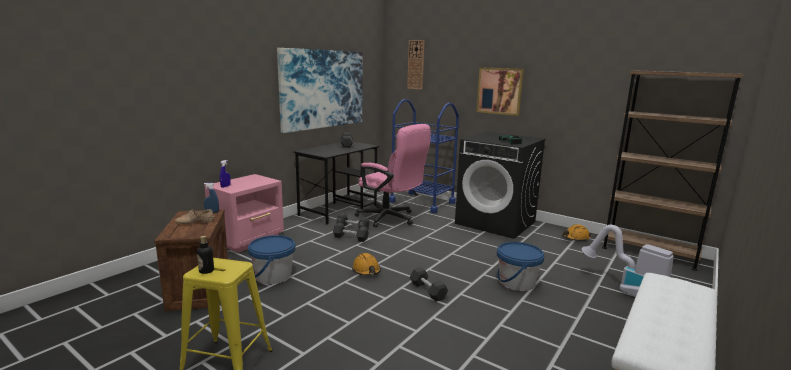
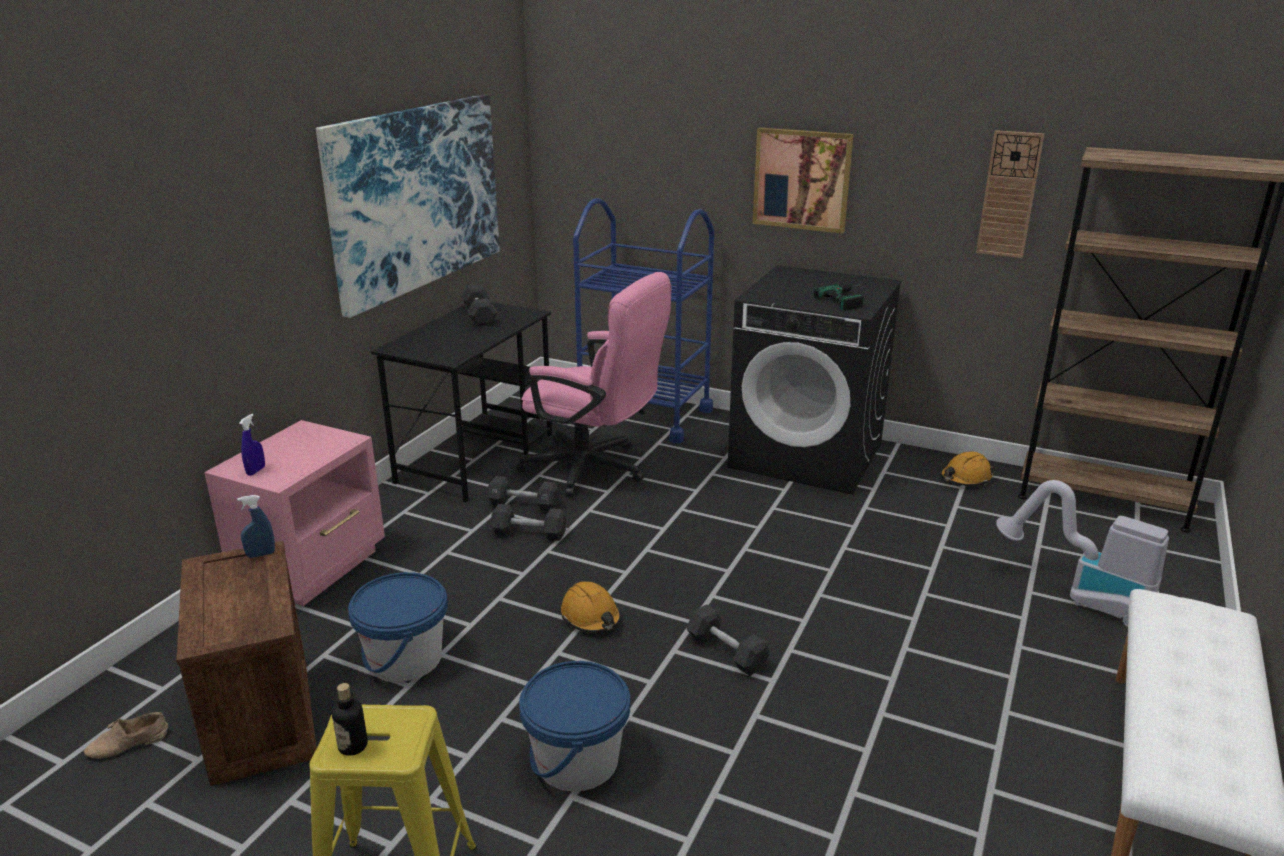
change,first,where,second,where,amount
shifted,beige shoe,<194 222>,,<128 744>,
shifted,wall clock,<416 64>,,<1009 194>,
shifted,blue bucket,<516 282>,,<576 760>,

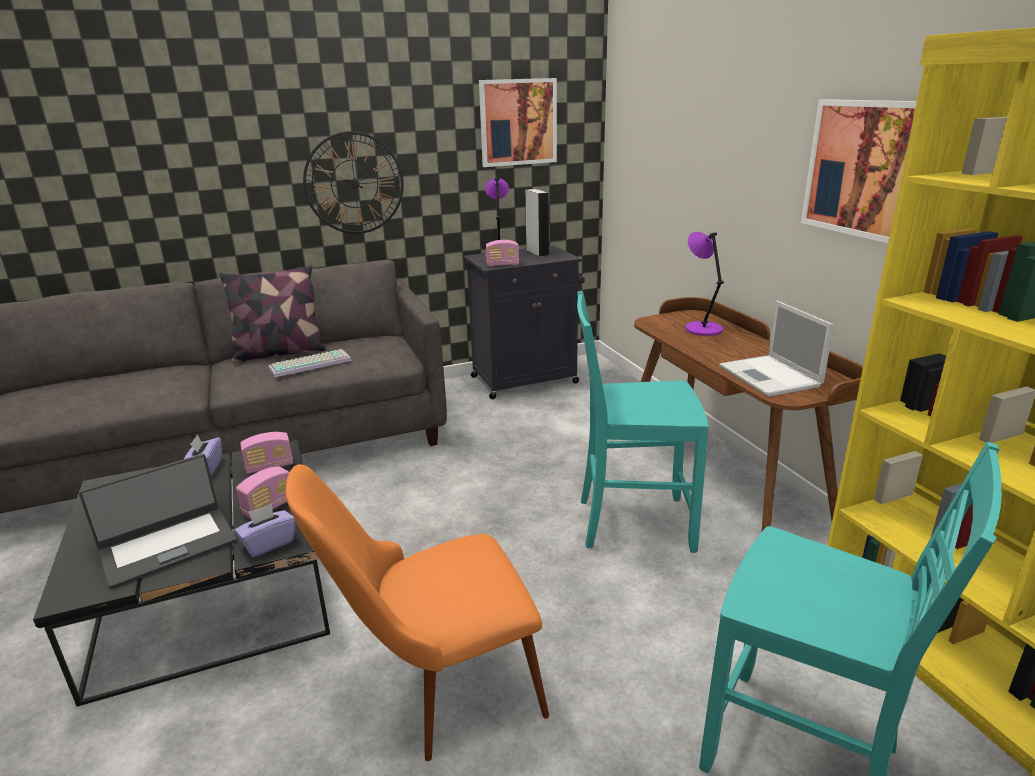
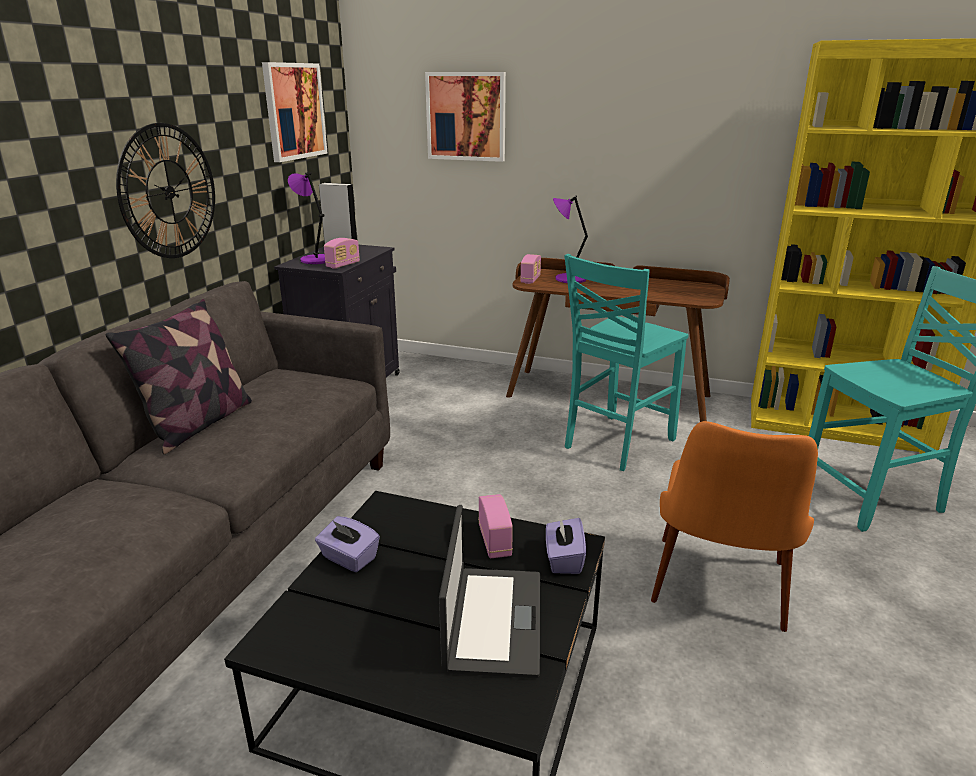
change,first,where,second,where,amount
gone,keyboard,<311 363>,,,
gone,laptop,<770 377>,,,
shifted,radio,<269 466>,,<530 280>,
shifted,picture,<863 168>,,<466 116>,

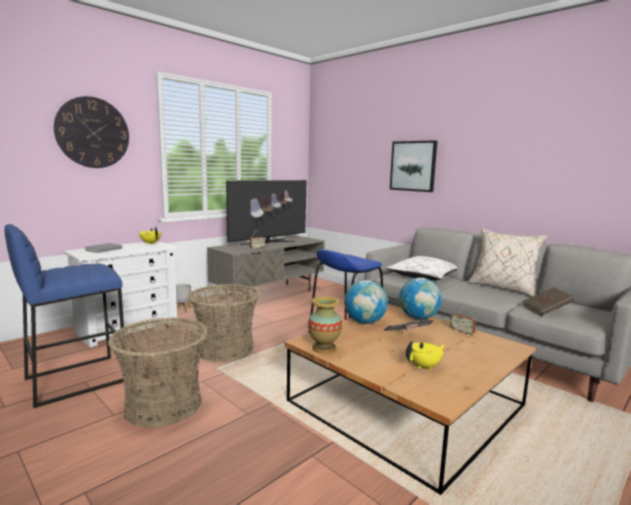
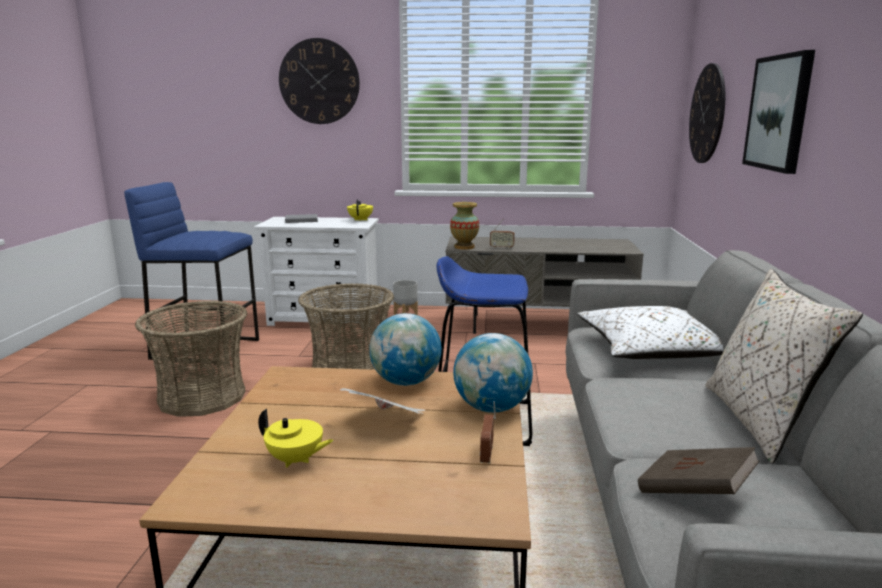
change,first,where,second,where,amount
gone,television,<268 243>,,,
new,,,wall clock,<707 114>,
shifted,vase,<324 348>,,<464 247>,

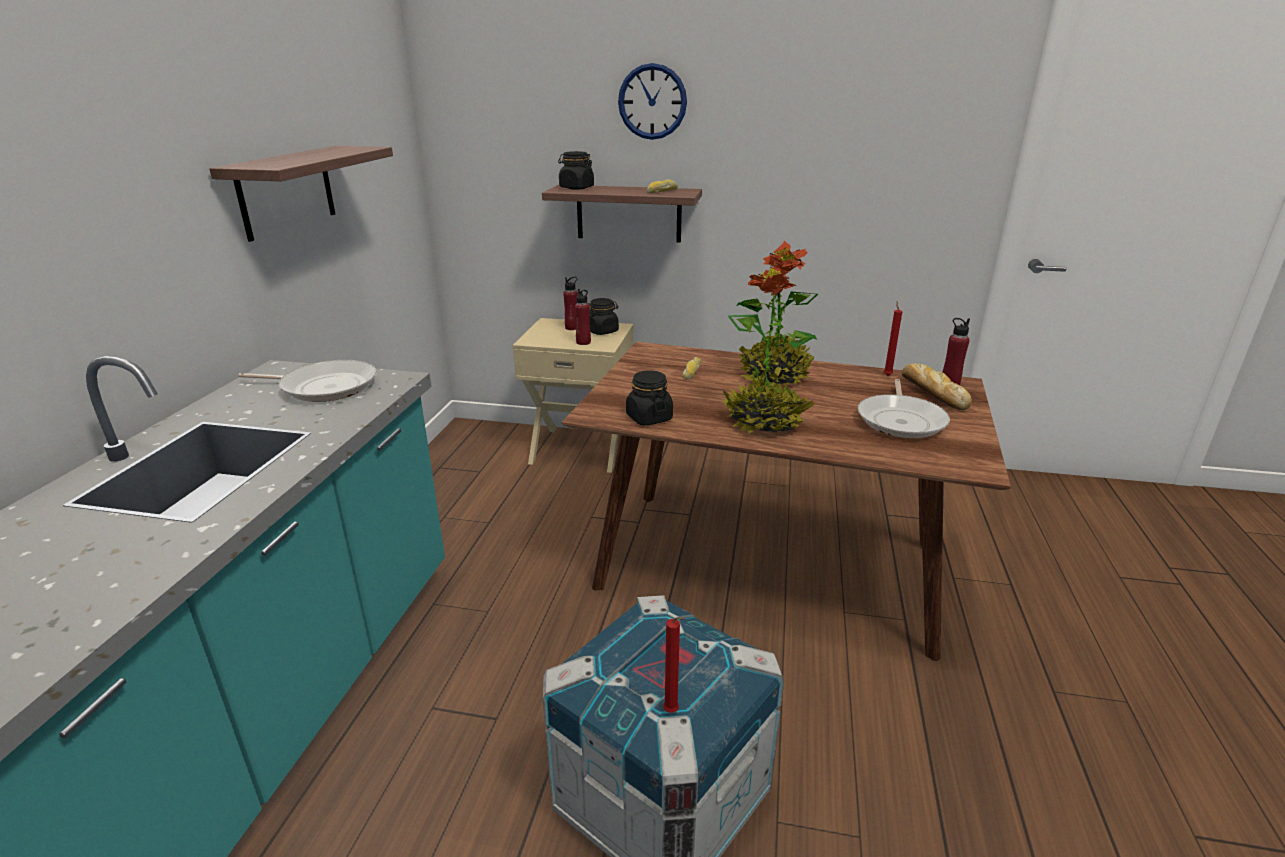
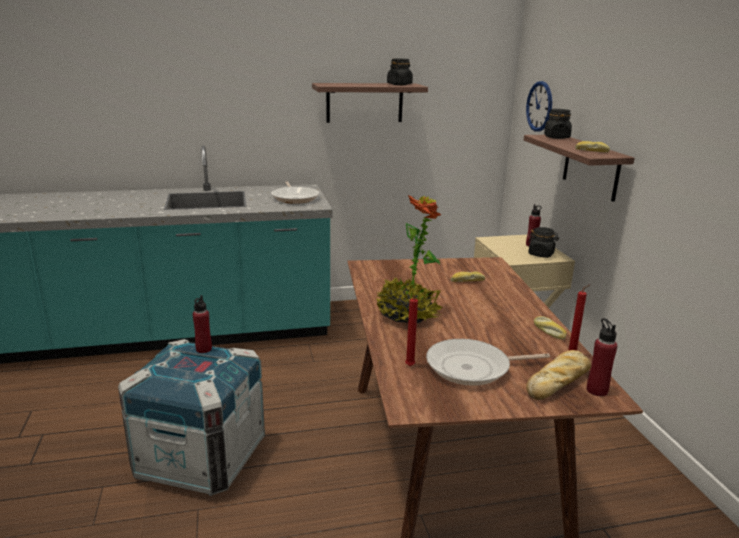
change,first,where,second,where,amount
gone,potted plant,<773 377>,,,
new,,,bread,<548 331>,
shifted,red bottle,<583 342>,,<203 349>,
shifted,wall clock,<652 102>,,<539 106>,
shifted,black jar,<649 418>,,<399 84>,
shifted,red candle,<672 713>,,<409 367>,

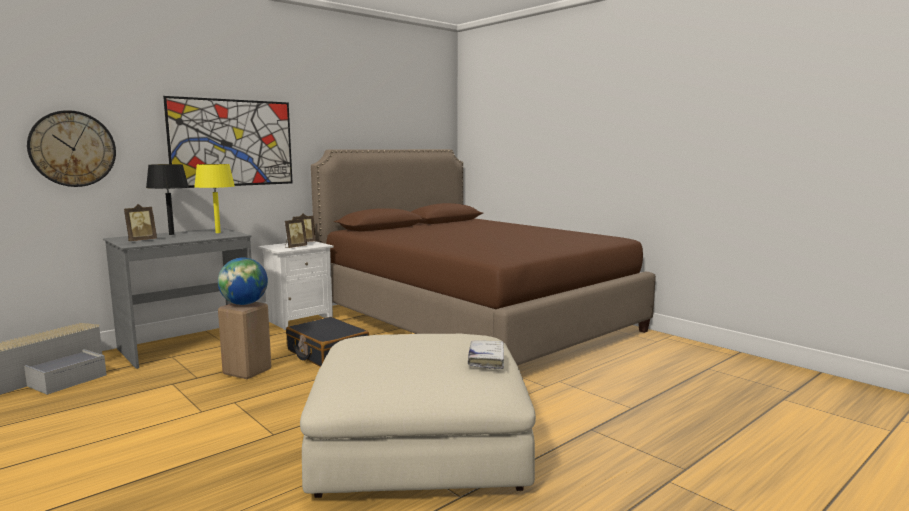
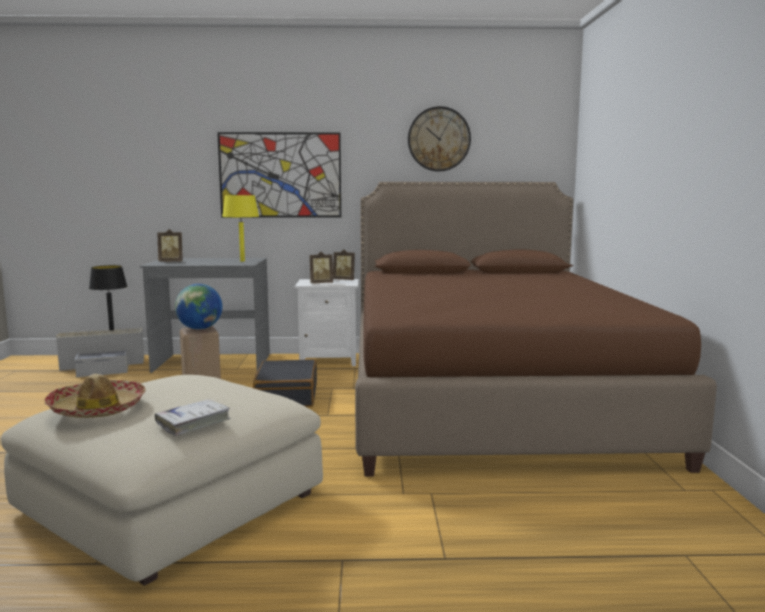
change,first,where,second,where,amount
new,,,hat,<97 409>,
shifted,wall clock,<72 149>,,<439 139>,
shifted,black table lamp,<171 234>,,<111 330>,

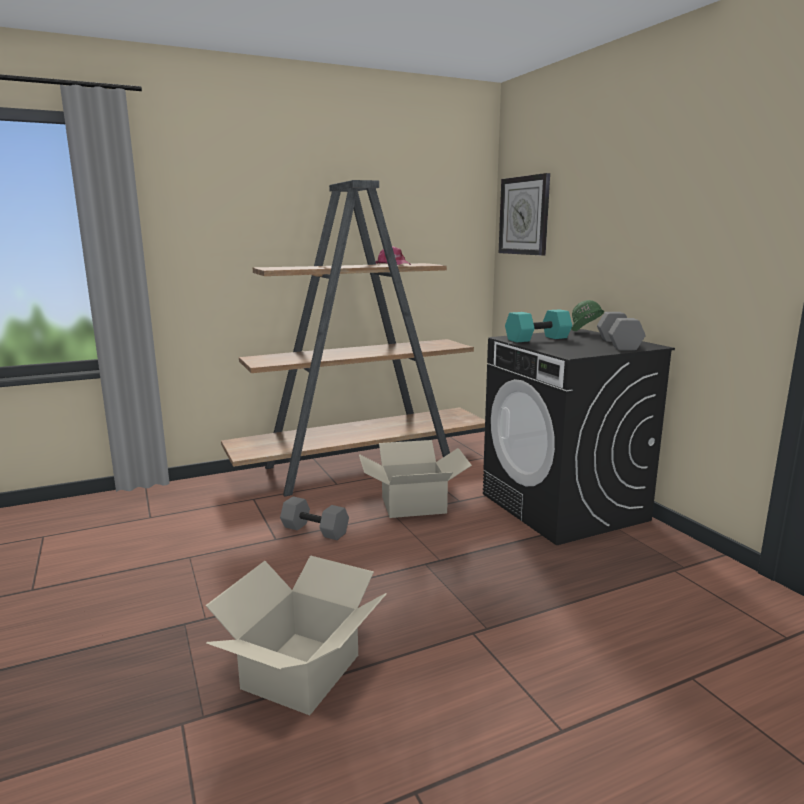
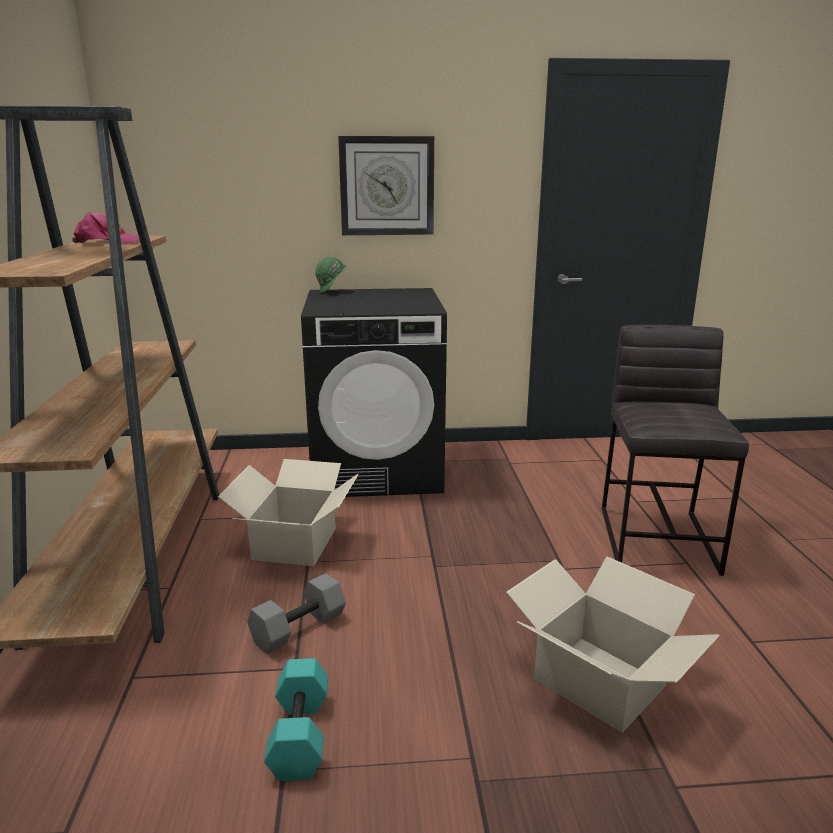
change,first,where,second,where,amount
gone,grey dumbbell,<619 344>,,,
new,,,grey stool,<658 539>,
shifted,wall clock,<524 215>,,<387 186>,
shifted,turquoise dumbbell,<537 339>,,<301 736>,

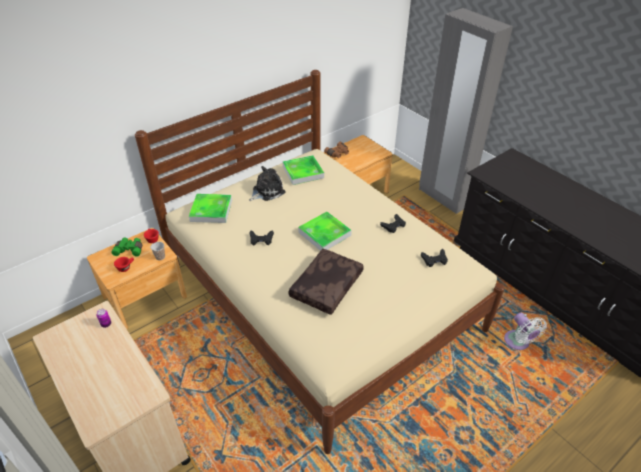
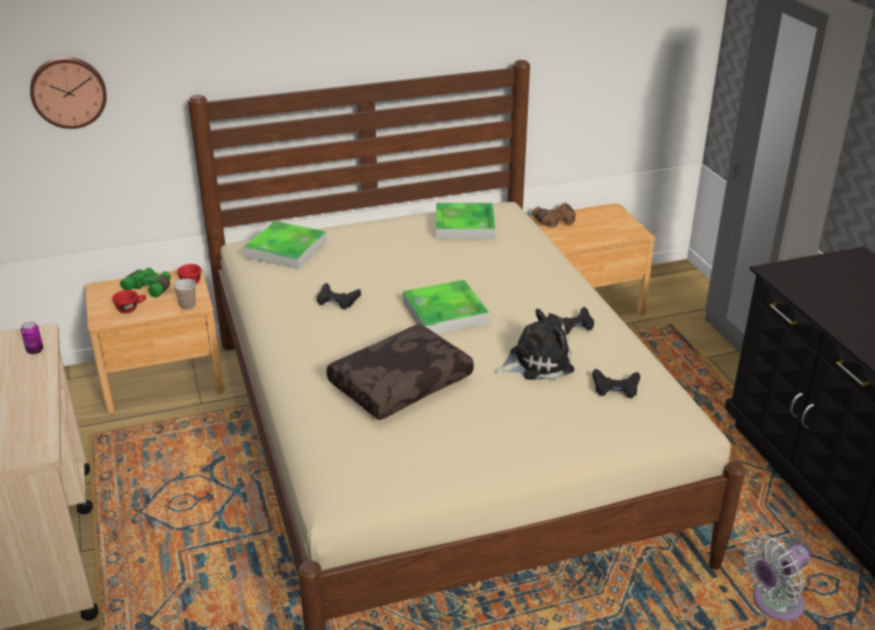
change,first,where,second,where,amount
new,,,wall clock,<68 91>,
shifted,plush toy,<267 191>,,<536 362>,
rotated,white fan,<518 343>,,<773 605>,60 degrees clockwise

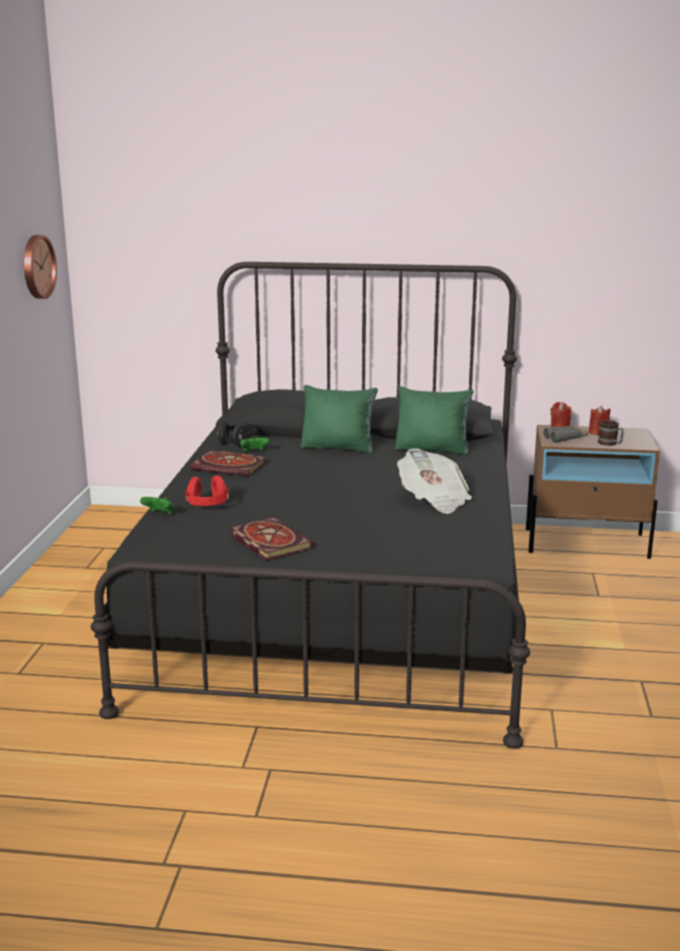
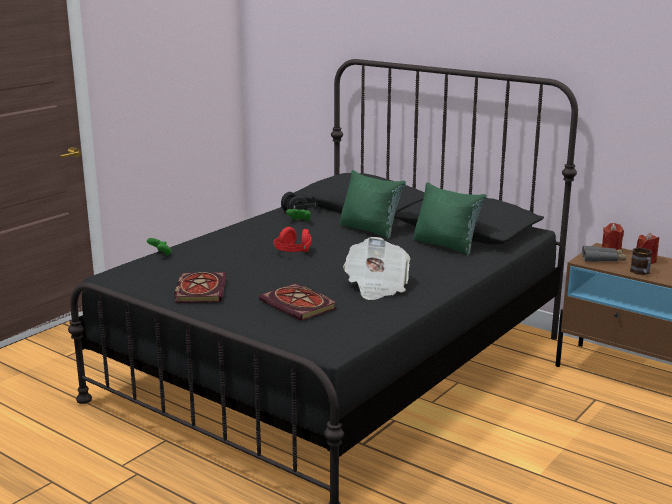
change,first,where,second,where,amount
gone,wall clock,<36 267>,,,
shifted,red headphones,<207 506>,,<293 253>,
shifted,book,<231 466>,,<300 305>,

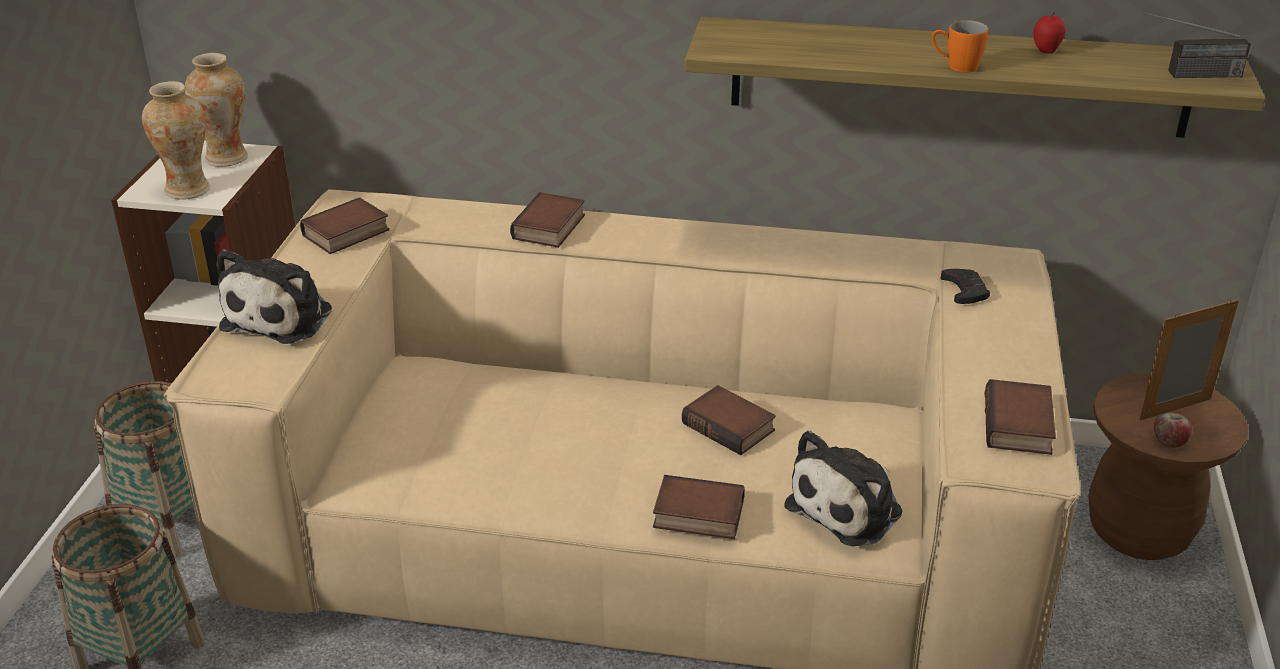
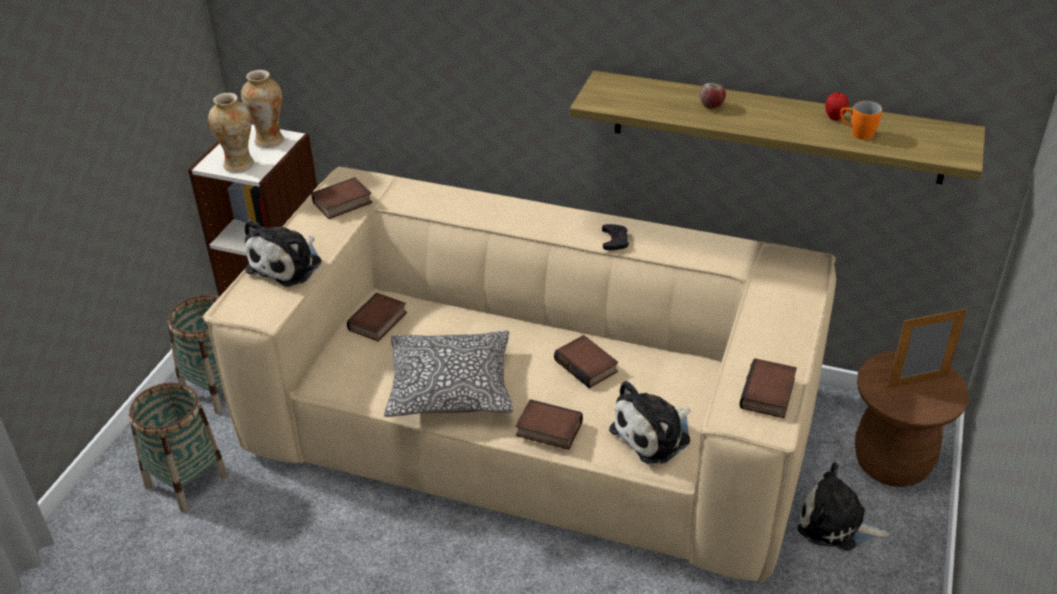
change,first,where,second,where,amount
gone,radio,<1187 75>,,,
new,,,pillow,<450 387>,
new,,,plush toy,<836 524>,
shifted,book,<550 228>,,<378 322>,
shifted,orange mug,<955 66>,,<856 134>,
shifted,black game controller,<965 290>,,<615 240>,
shifted,apple,<1169 442>,,<711 105>,

